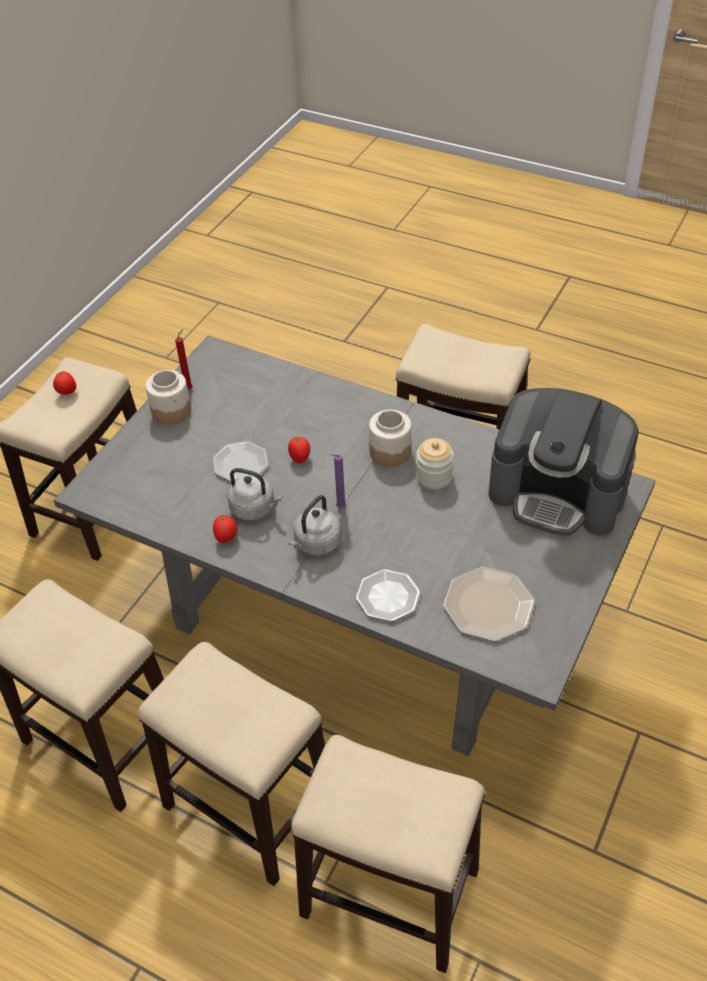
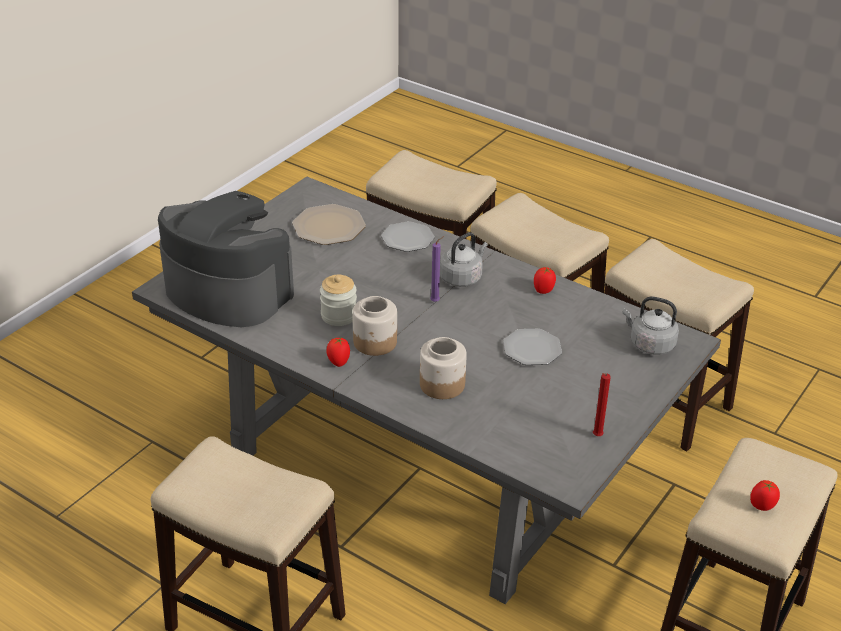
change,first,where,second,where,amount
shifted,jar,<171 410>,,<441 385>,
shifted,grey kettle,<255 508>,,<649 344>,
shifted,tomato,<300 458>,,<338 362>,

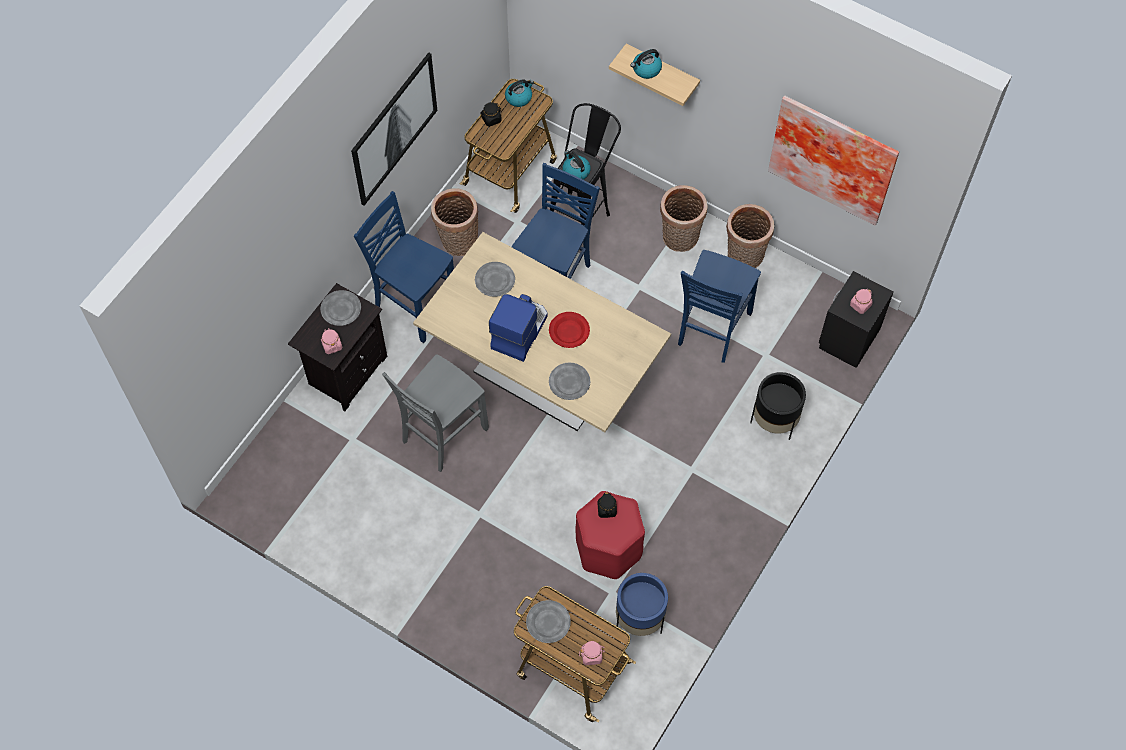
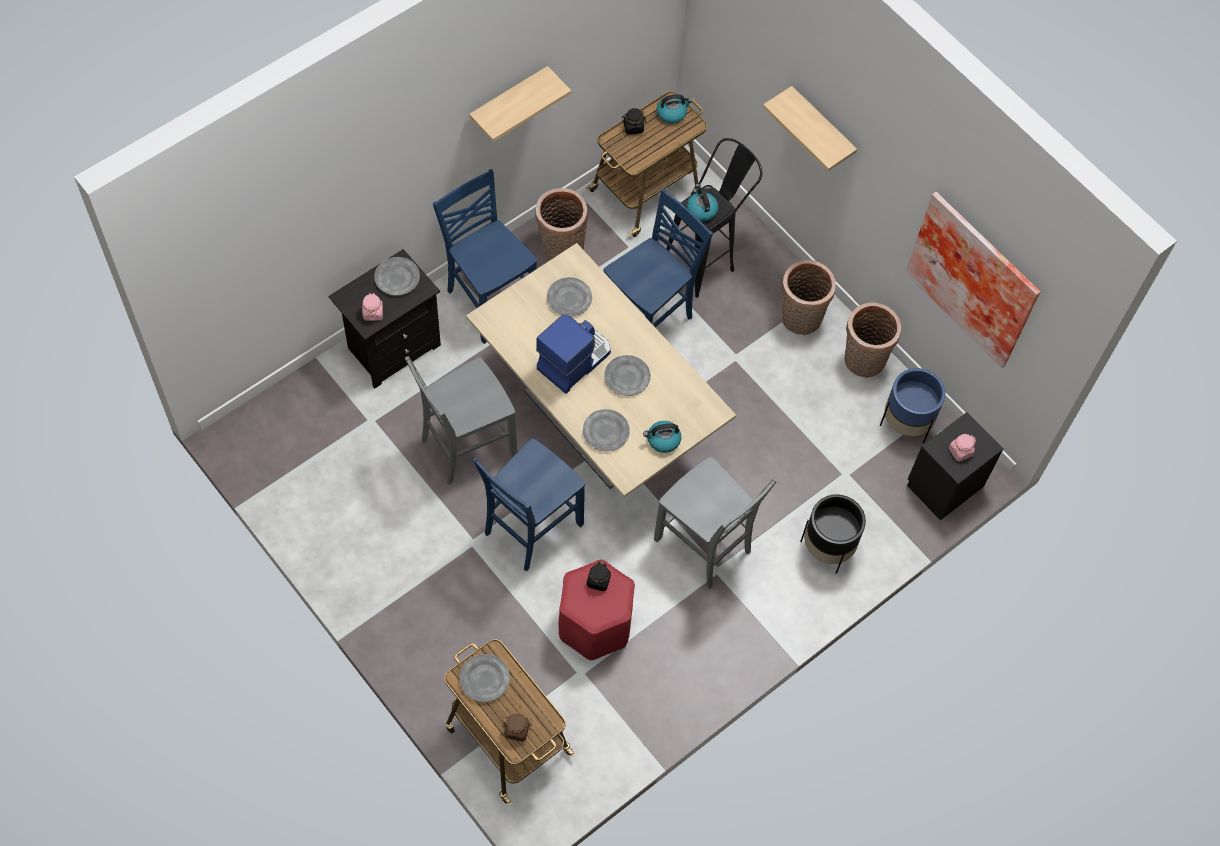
change,first,where,second,where,amount
new,,,grey chair,<704 546>,
shifted,blue planter,<639 619>,,<906 423>,
shifted,kettle,<646 69>,,<663 440>,
shifted,blue chair,<712 329>,,<530 528>,
swapped,picture,<393 128>,shelf,<508 101>,
repainted,red plate,<569 331>,grey plate,<626 377>,
repainted,pink jar,<591 655>,brown jar,<517 730>,

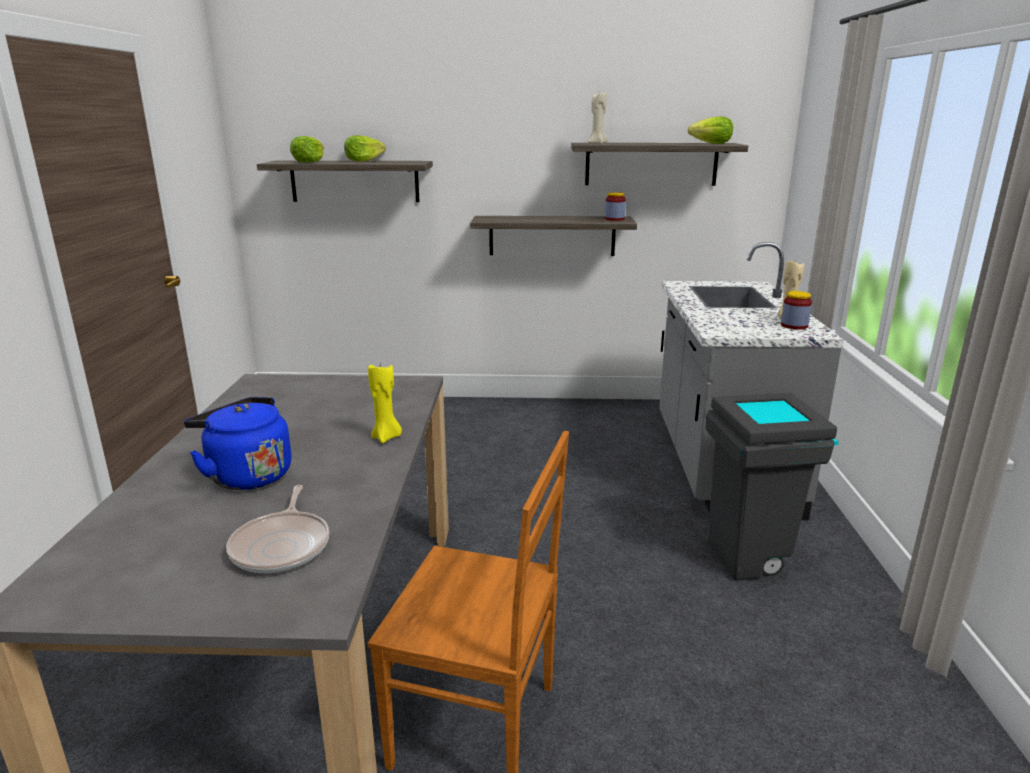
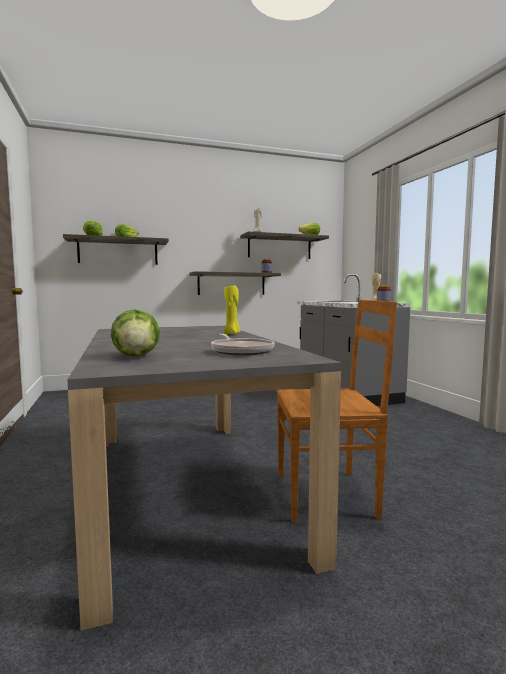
change,first,where,second,where,amount
gone,blue kettle,<246 475>,,,
gone,grey trash can,<753 558>,,,
new,,,lettuce,<136 356>,

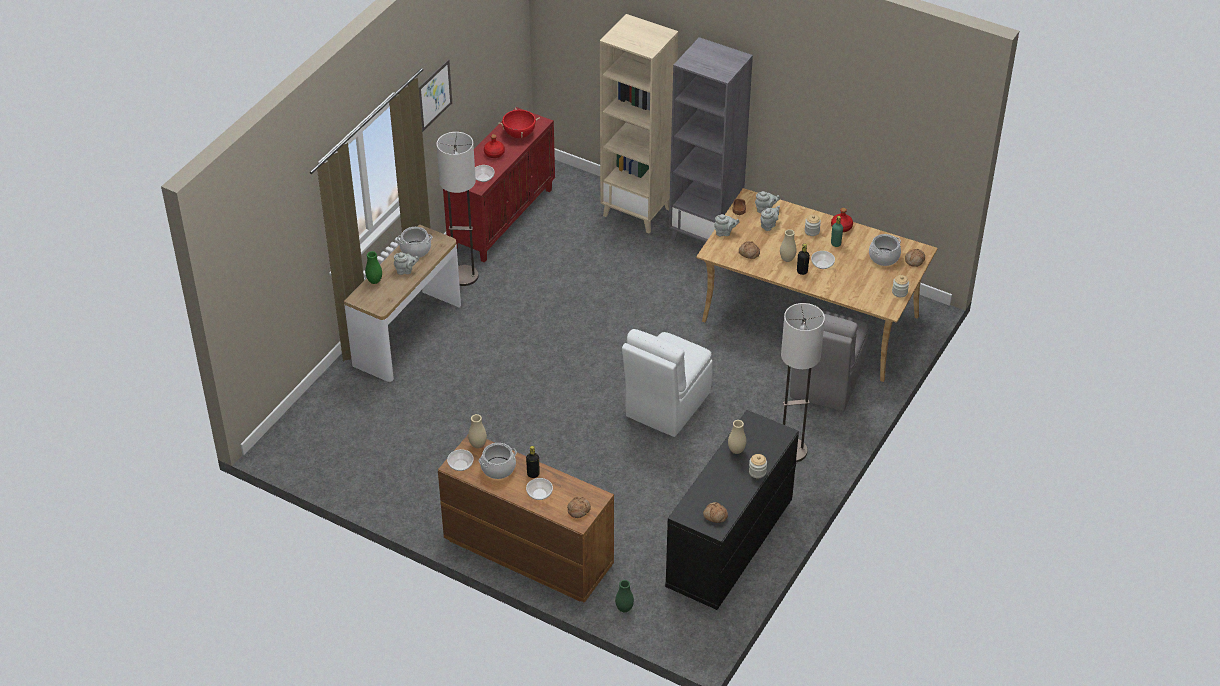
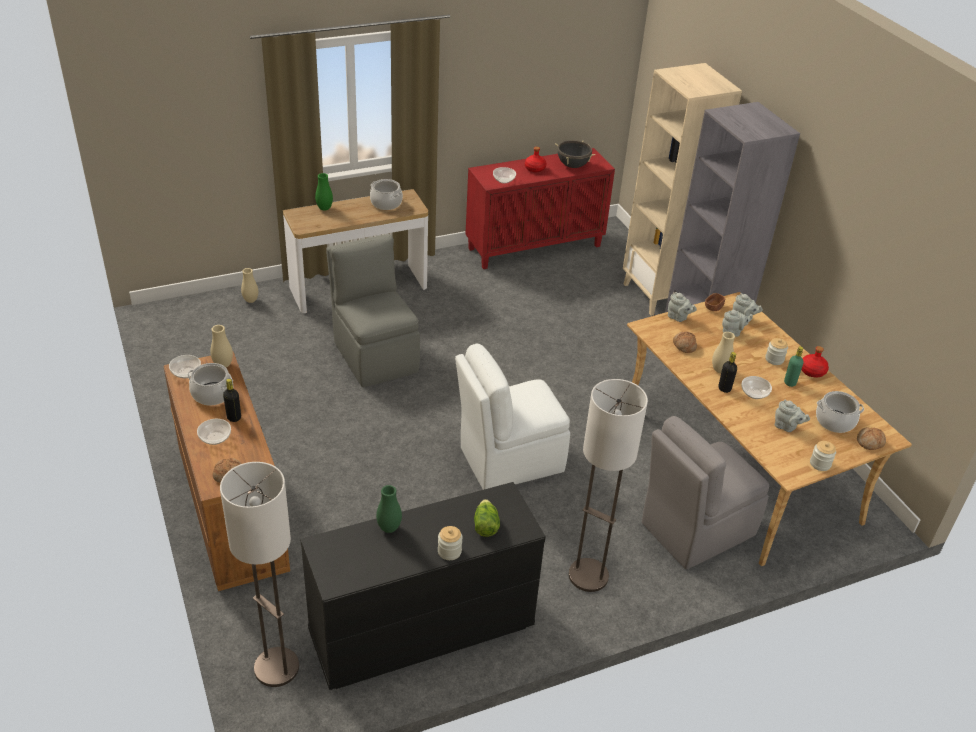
change,first,where,second,where,amount
gone,picture,<434 95>,,,
gone,bread,<715 516>,,,
new,,,grey chair,<375 355>,
new,,,lettuce,<485 525>,
shifted,grey teapot,<406 271>,,<787 427>,
shifted,floor lamp,<464 276>,,<276 668>,
shifted,green vase,<624 608>,,<389 528>,
shifted,beige vase,<736 450>,,<250 300>,
repainted,red cooking pot,<519 134>,black cooking pot,<572 166>,

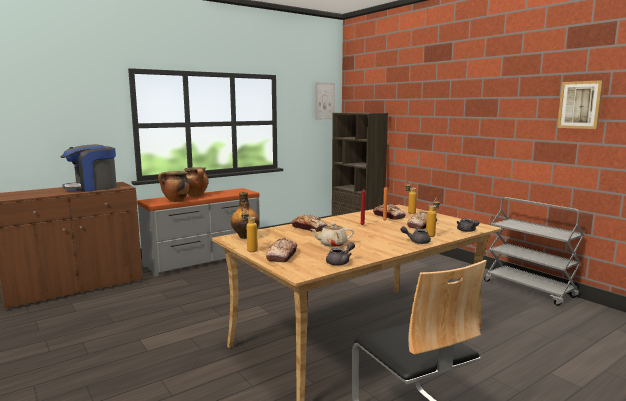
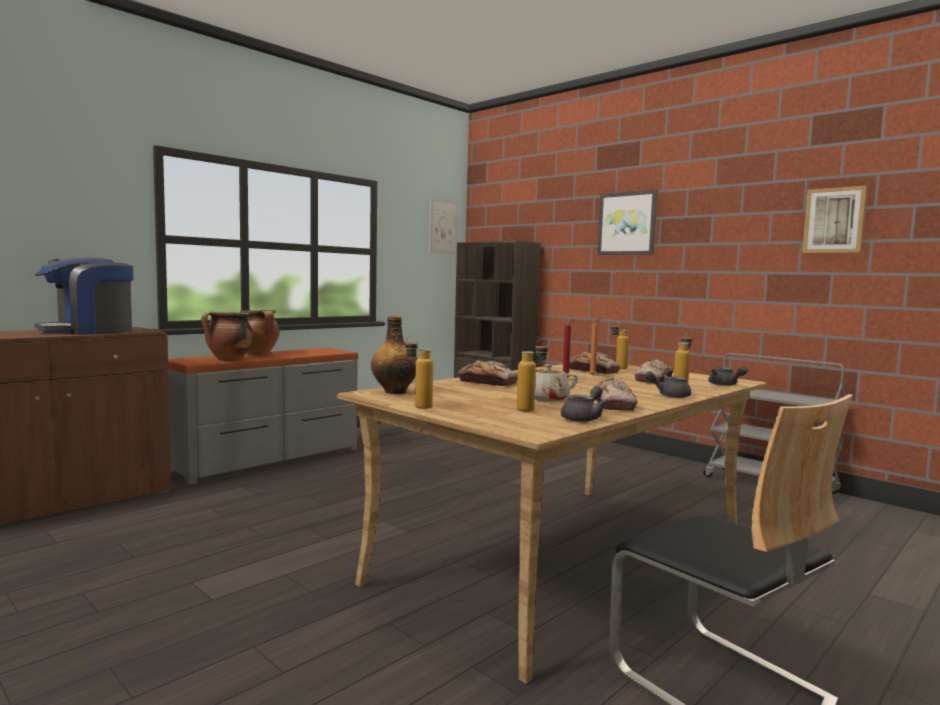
change,first,where,second,where,amount
new,,,bottle,<531 409>,
new,,,picture,<627 223>,
shifted,bread,<282 256>,,<613 404>,

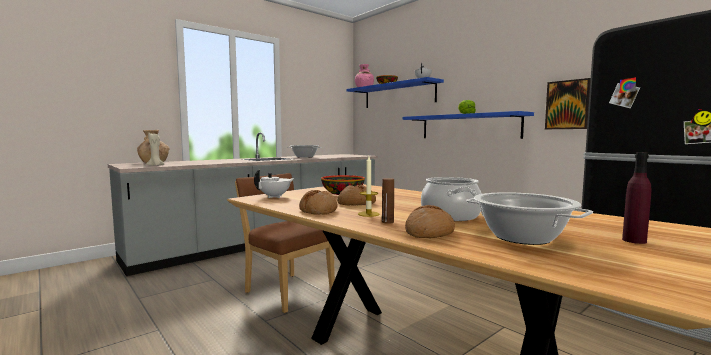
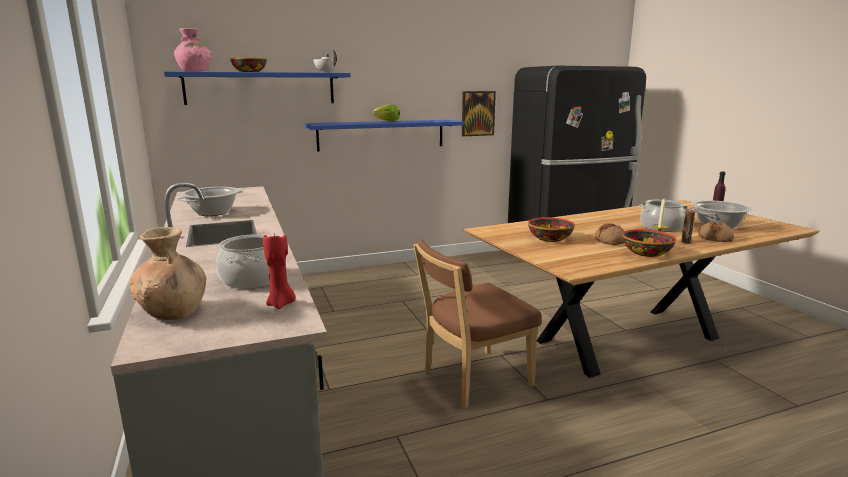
change,first,where,second,where,amount
gone,white teapot,<275 197>,,,
new,,,cooking pot,<252 279>,
swapped,bread,<318 211>,bowl,<646 253>,
repainted,beige candle,<155 165>,red candle,<281 304>,

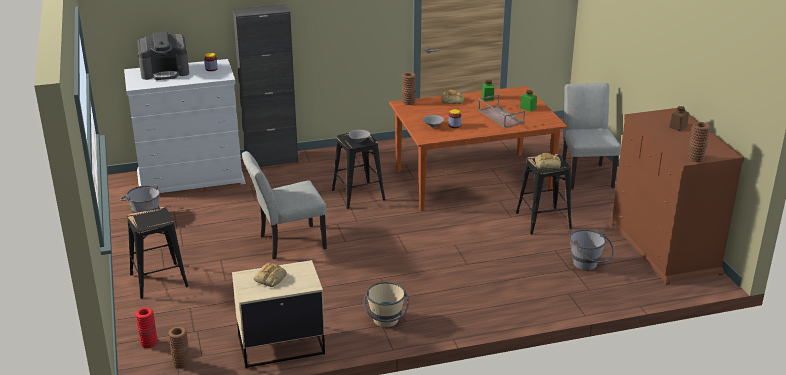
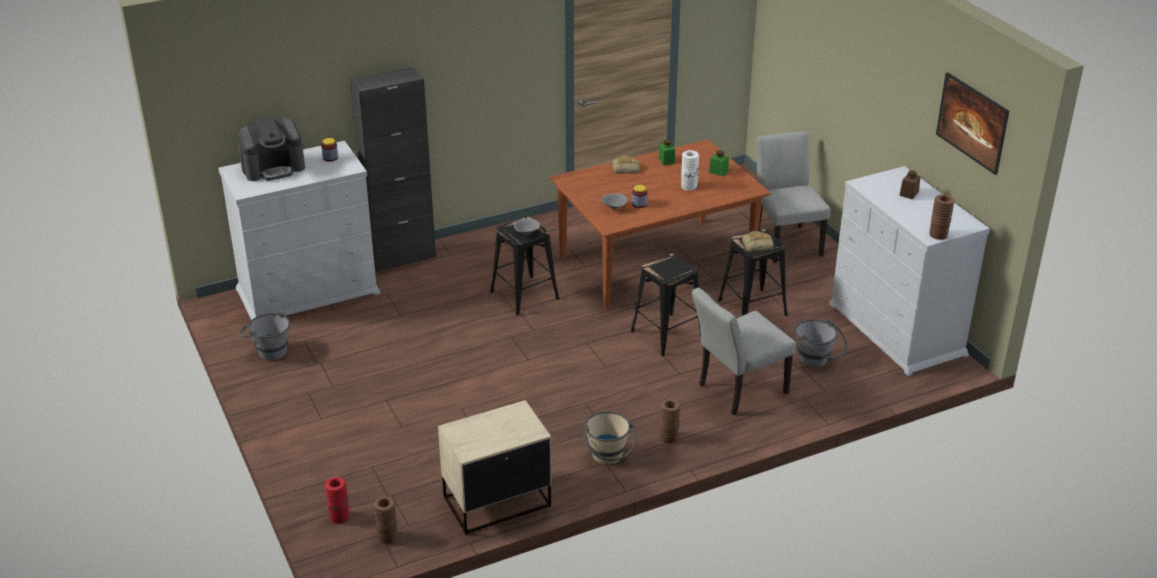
change,first,where,second,where,amount
gone,bread,<270 278>,,,
new,,,picture,<969 138>,
shifted,black stool,<159 280>,,<667 335>,
shifted,grey chair,<287 243>,,<737 391>,
shifted,brown vase,<408 102>,,<668 437>,
swapped,brown tray,<500 116>,white vase,<689 186>,
repainted,brown dresser,<664 248>,white dresser,<897 330>,

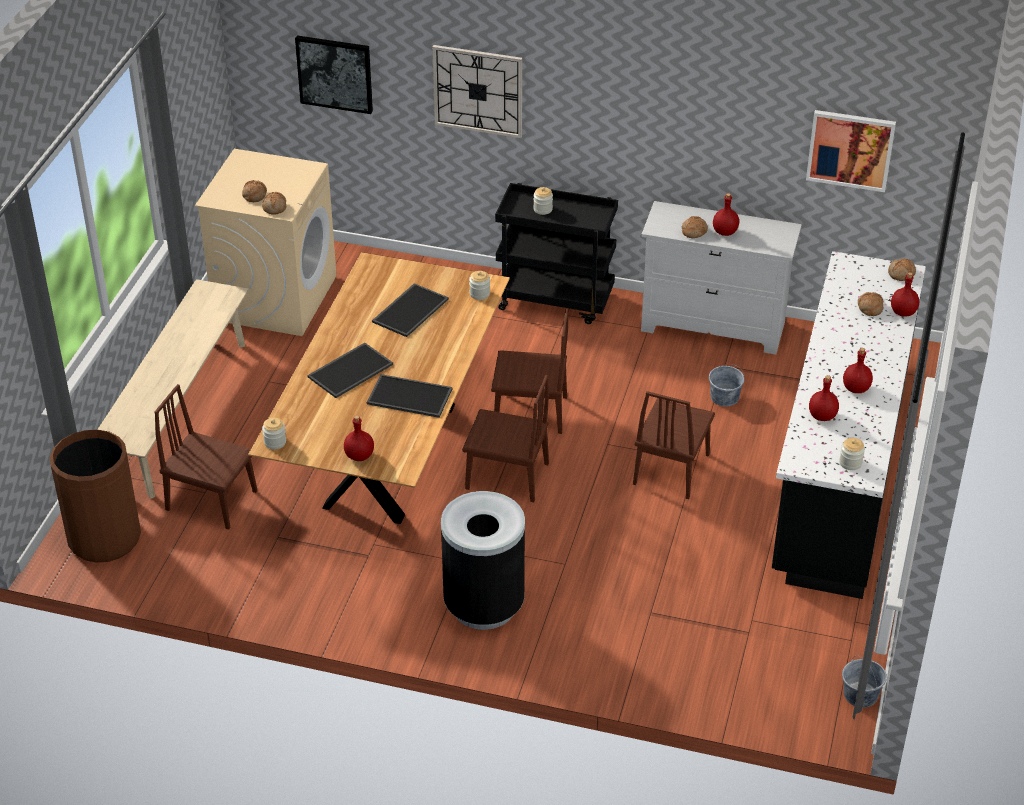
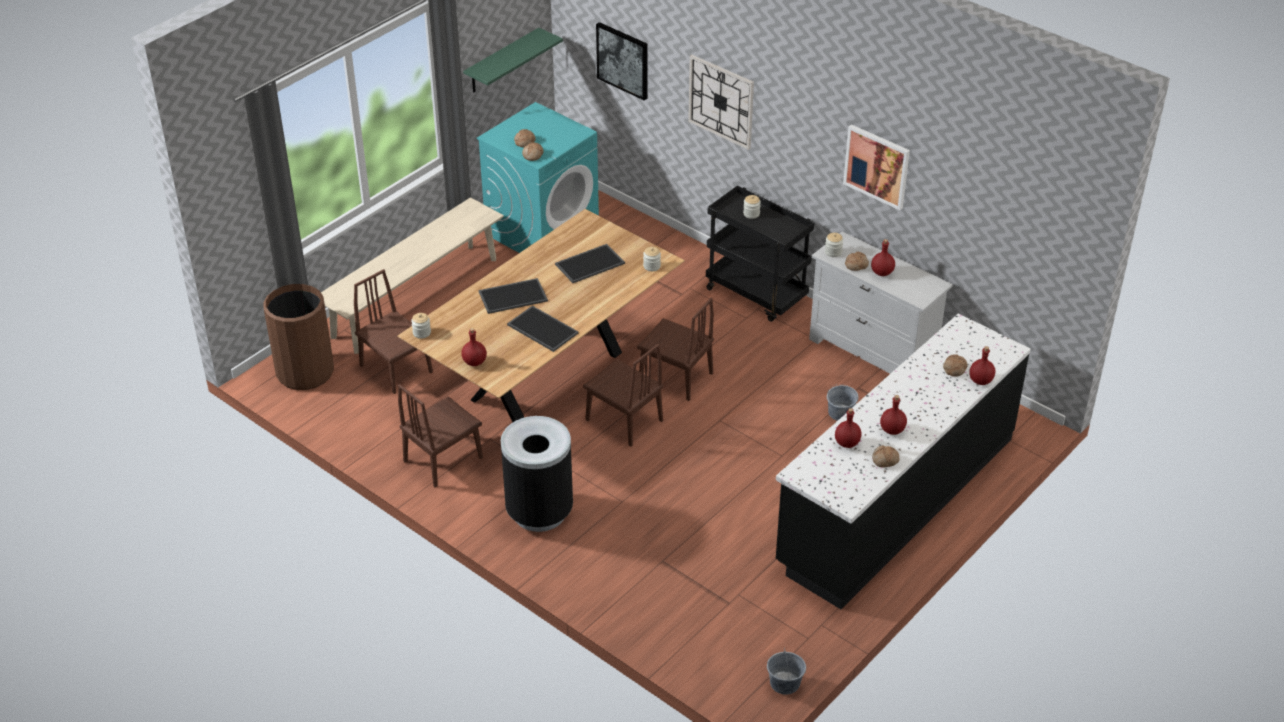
change,first,where,second,where,amount
new,,,green shelf,<502 61>,
shifted,brown chair,<671 469>,,<443 459>,
shifted,picture,<850 149>,,<877 166>,
shifted,jar,<850 463>,,<833 252>,
shifted,bread,<901 274>,,<885 460>,
repainted,beige washing machine,<275 297>,turquoise washing machine,<542 230>,

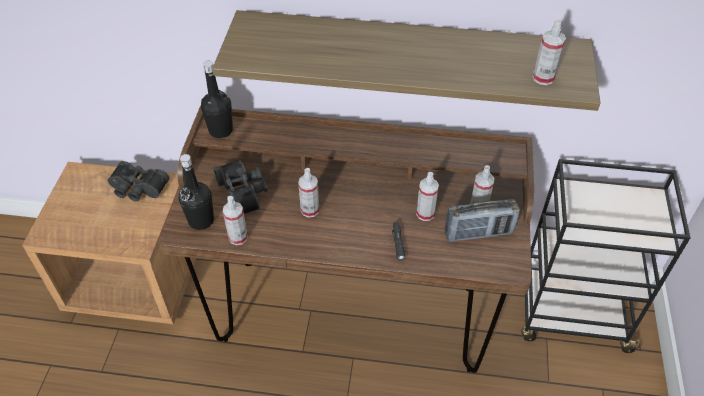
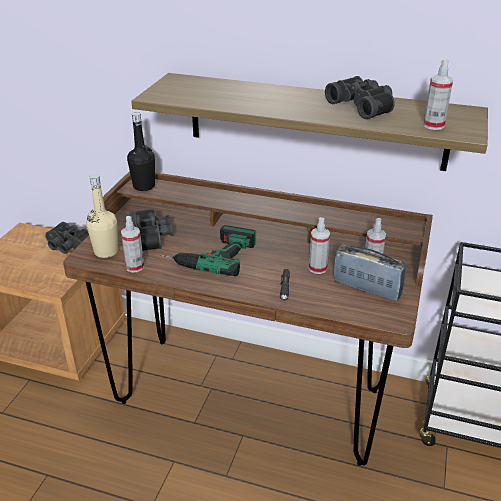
change,first,where,second,where,amount
new,,,black binoculars,<363 106>,
swapped,spray bottle,<310 210>,power drill,<208 254>,
repainted,black bottle,<201 220>,beige bottle,<106 251>,
rotated,radio,<478 233>,,<367 288>,150 degrees counterclockwise

